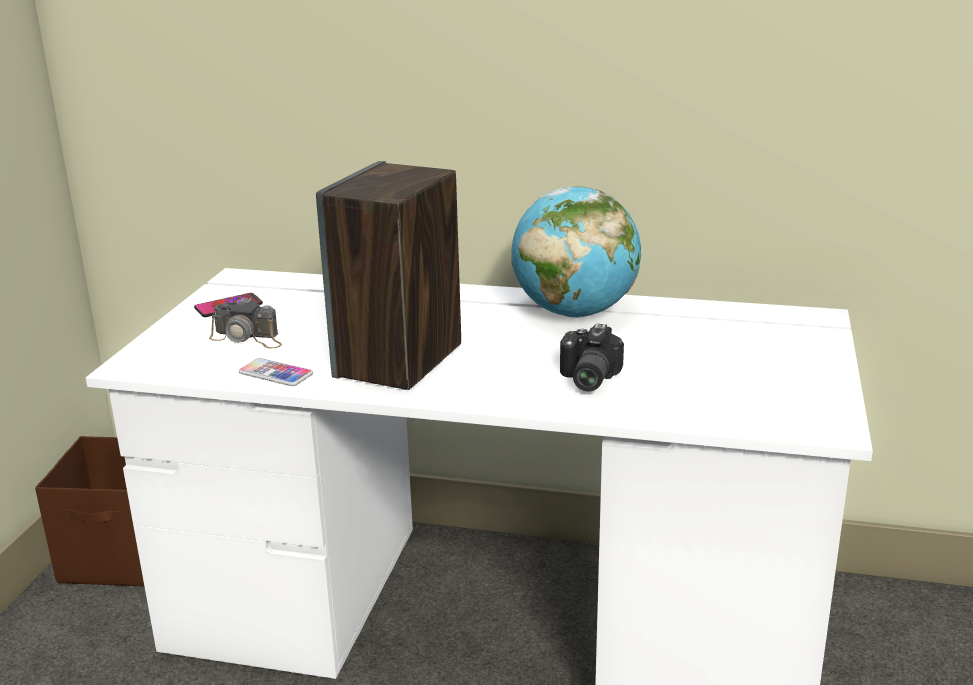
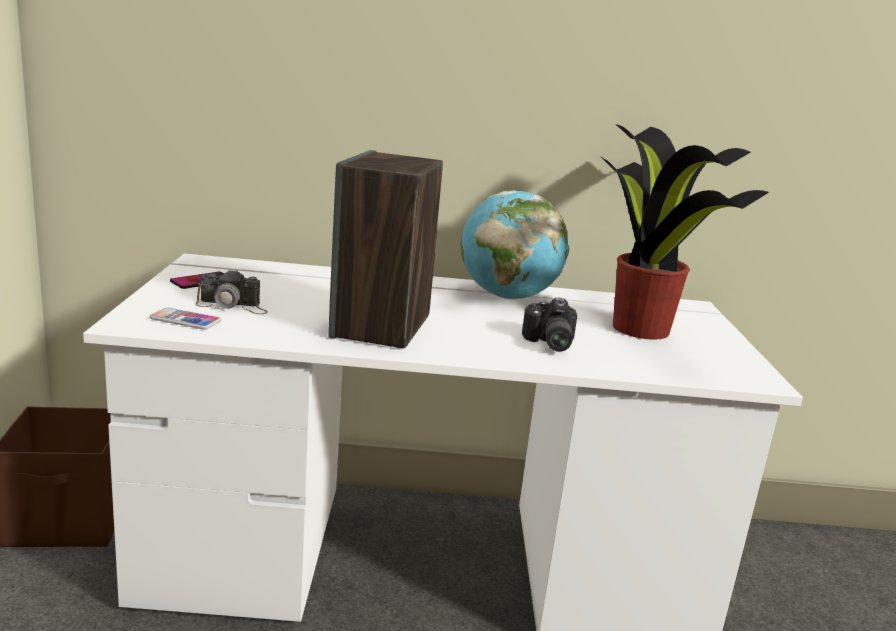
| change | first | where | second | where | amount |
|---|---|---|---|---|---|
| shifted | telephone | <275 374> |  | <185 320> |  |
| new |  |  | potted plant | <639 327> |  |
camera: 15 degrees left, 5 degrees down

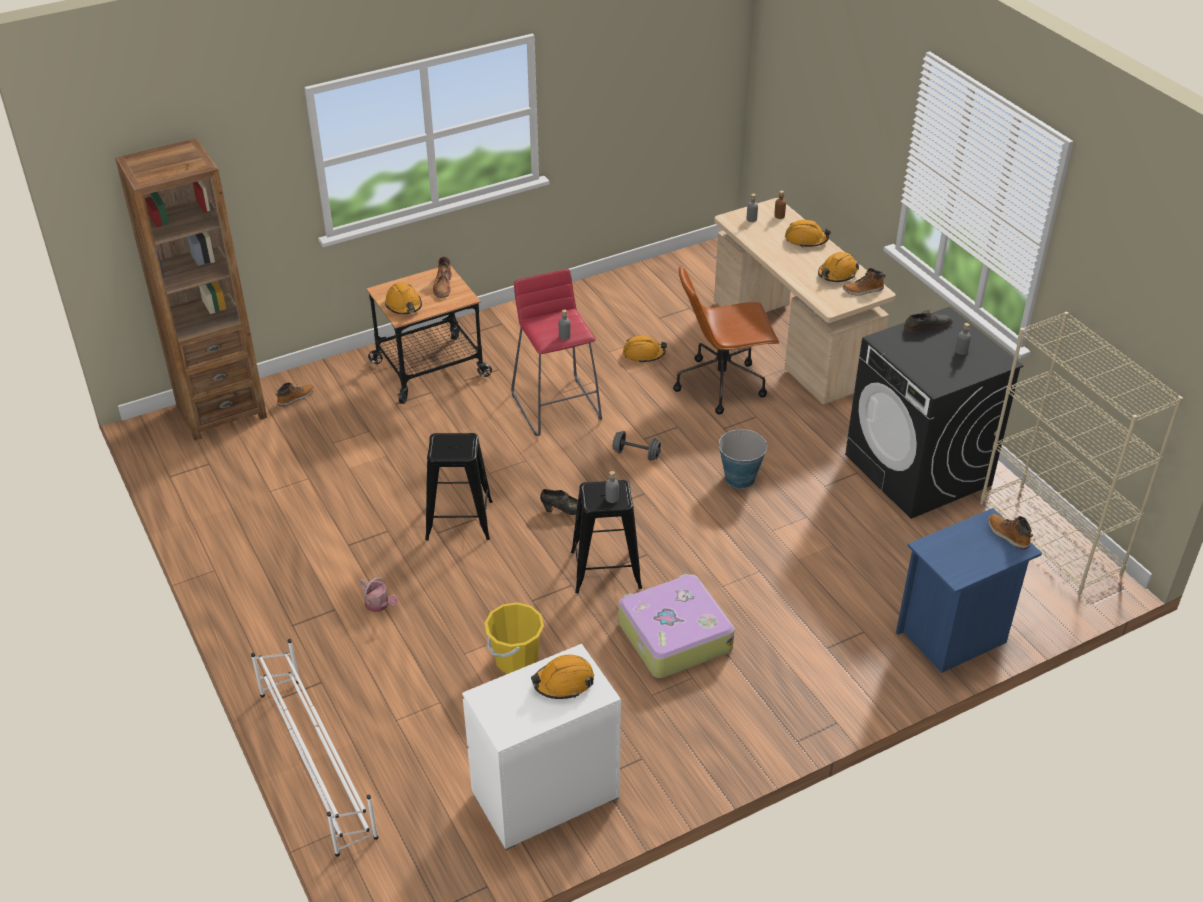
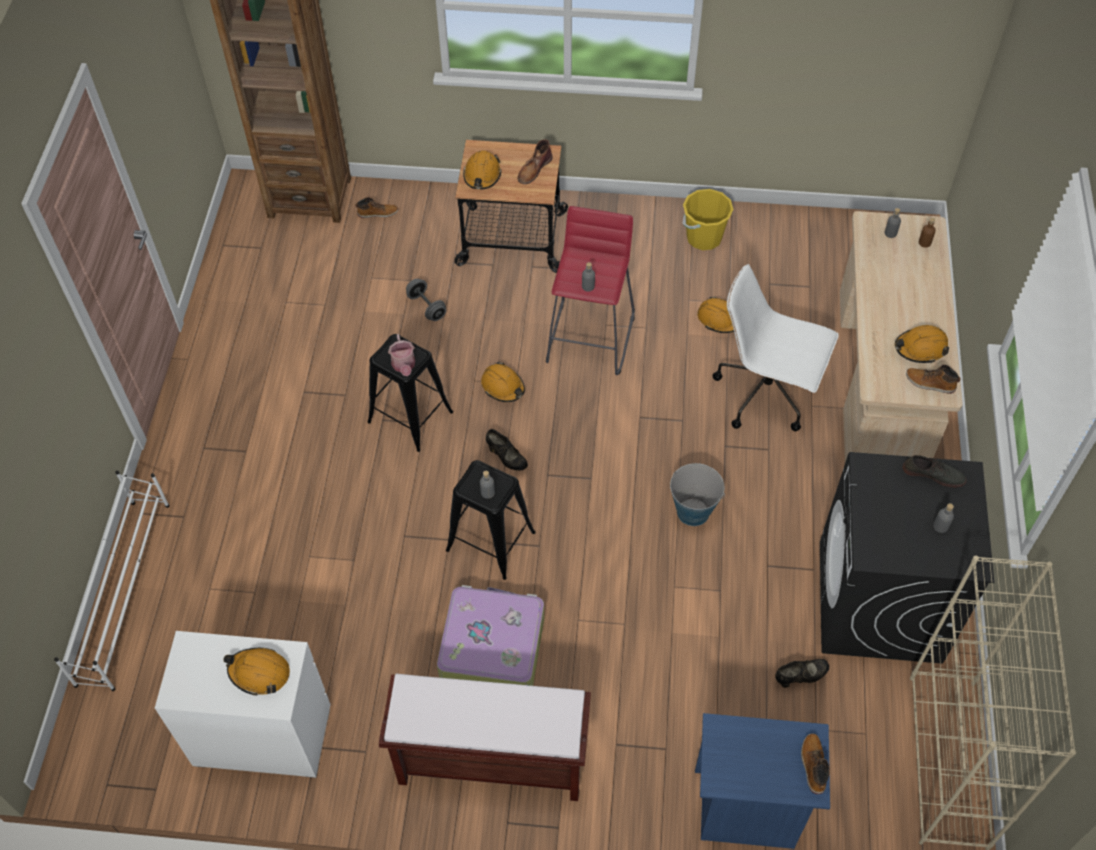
| change | first | where | second | where | amount |
|---|---|---|---|---|---|
| new |  |  | brownish long seat | <489 762> |  |
| shifted | watering can | <379 605> |  | <404 366> |  |
| shifted | greyish dumbbell | <636 454> |  | <426 307> |  |
| shifted | orangey hard hat | <806 240> |  | <503 387> |  |
| shifted | yellow bucket | <516 660> |  | <704 237> |  |
| repainted | brownish desk chair | <722 384> | whitish desk chair | <766 394> |  |
| new |  |  | blackish low shoe | <800 677> |  |
camera: 35 degrees right, 15 degrees up

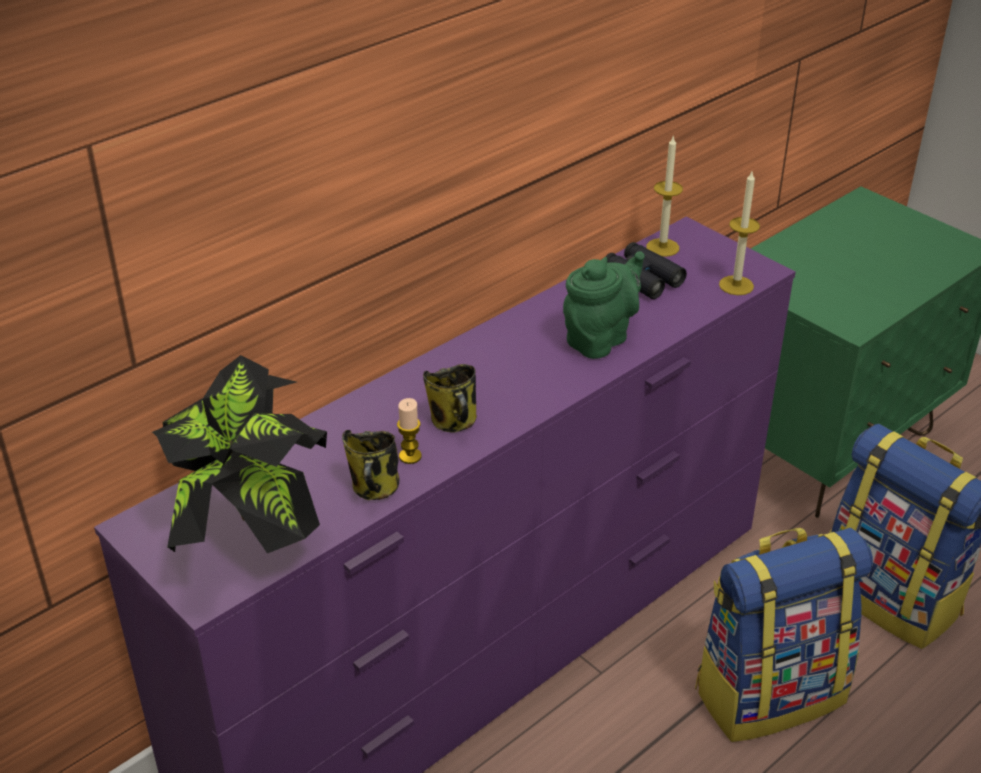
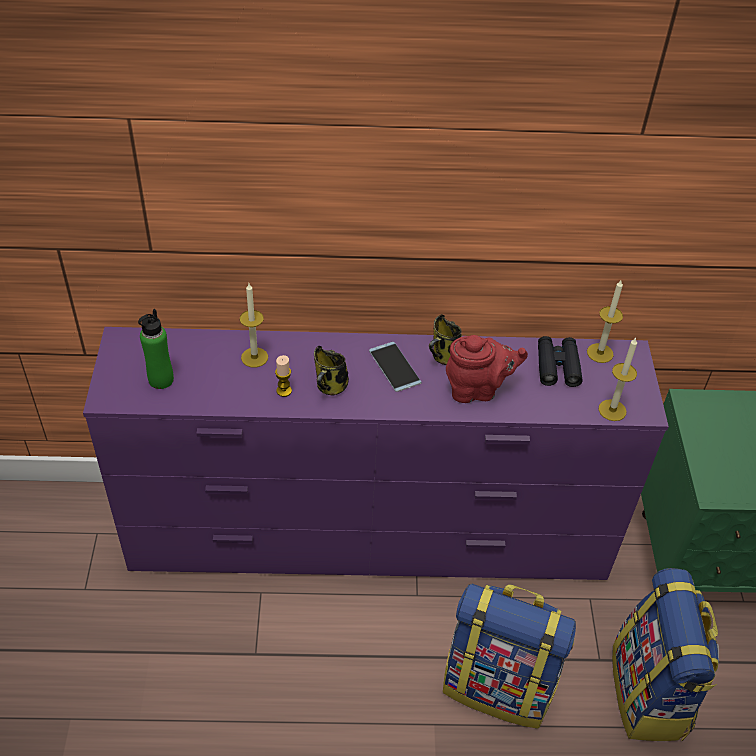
| change | first | where | second | where | amount |
|---|---|---|---|---|---|
| swapped | potted plant | <249 534> | green-coloured drink bottle | <161 380> |  |
| new |  |  | wax light | <254 357> |  |
| new |  |  | telephone | <394 367> |  |
| shifted | coffee mug | <375 489> |  | <444 357> |  |
| repainted | green-coloured teapot | <600 338> | red-coloured teapot | <477 389> |  |
camera: 40 degrees right, 10 degrees up

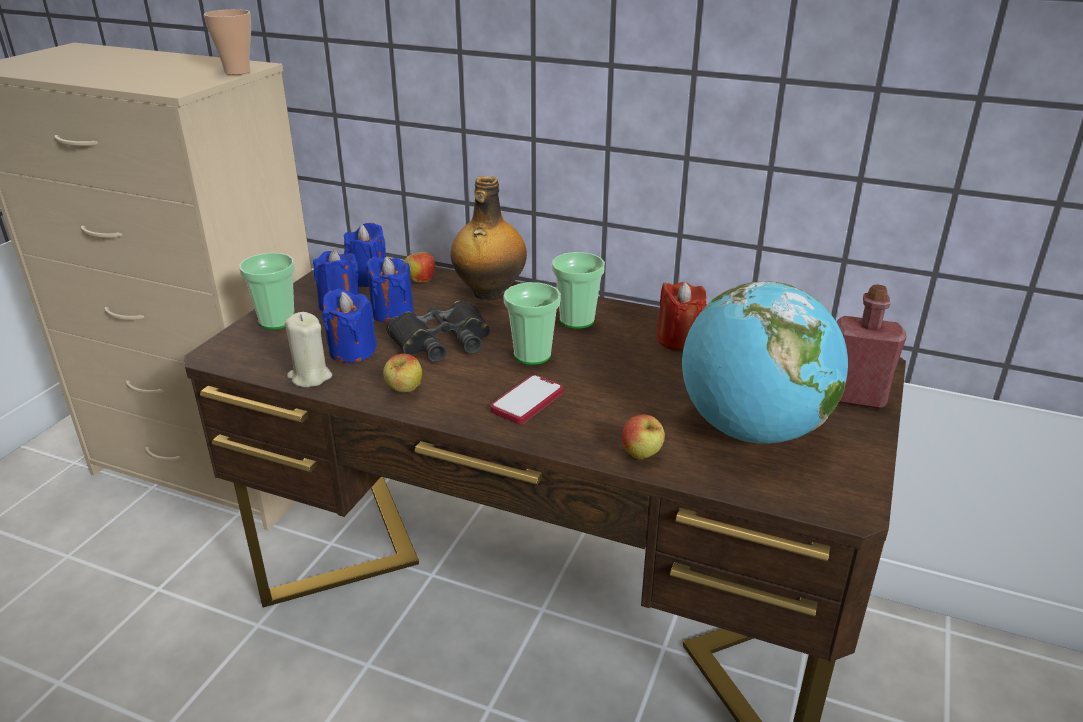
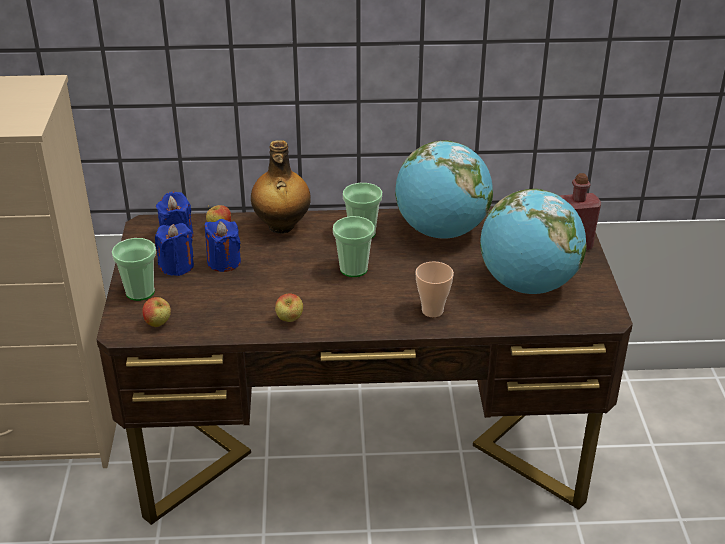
| change | first | where | second | where | amount |
|---|---|---|---|---|---|
| shifted | apple fruit | <641 455> |  | <158 324> |  |
| swapped | red-coloured wax light | <679 340> | desk globe | <441 231> |  |
| shifted | small cup | <237 72> |  | <432 311> |  |
| gone | beige wax light | <310 377> |  |  |  |
| gone | blue-coloured wax light | <352 351> |  |  |  |
| gone | blackish binoculars | <442 341> |  |  |  |
| gone | telephone | <527 401> |  |  |  |
camera: 25 degrees left, 5 degrees up

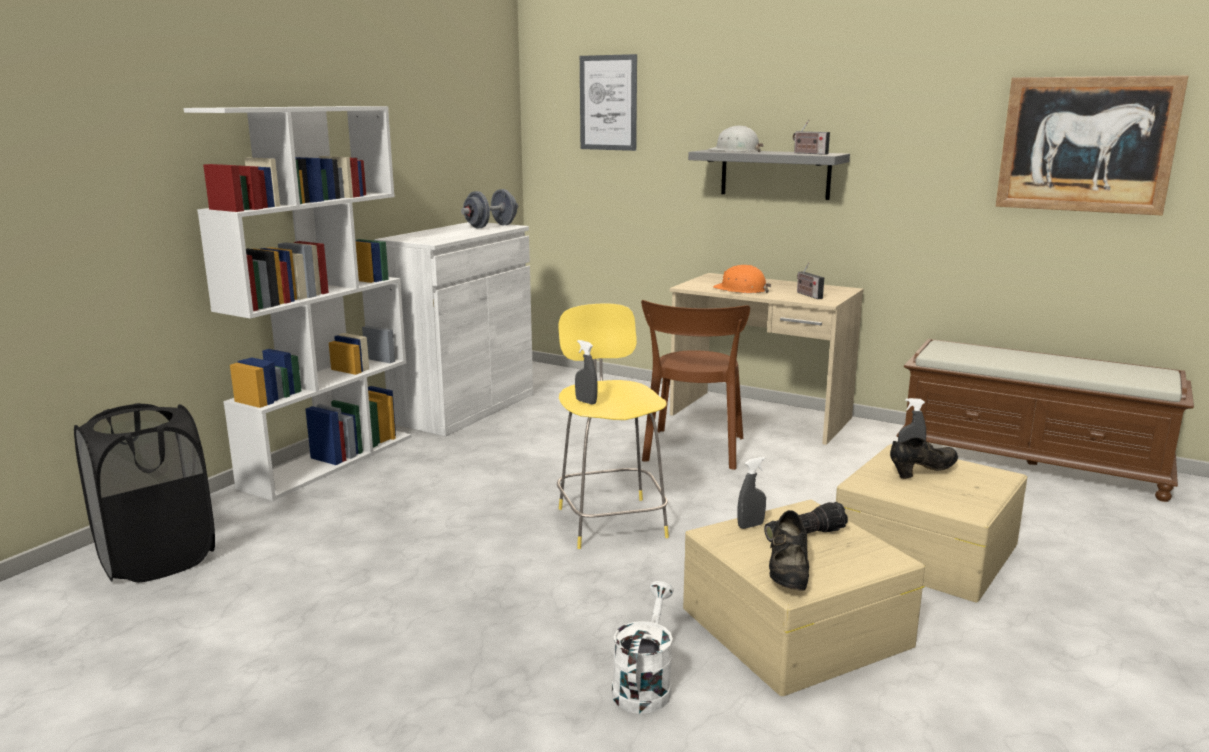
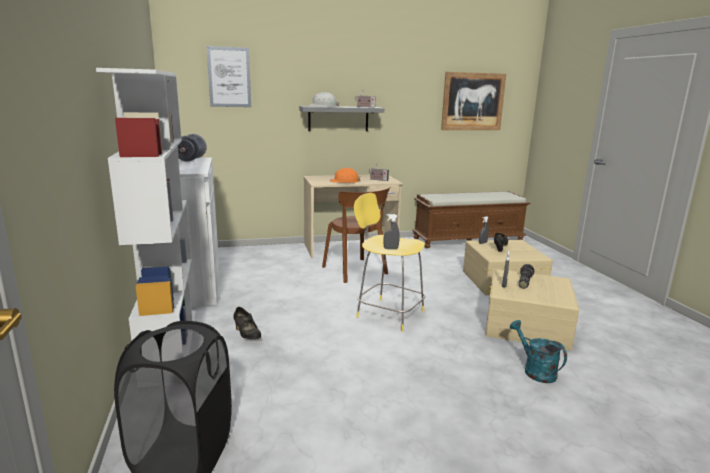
| change | first | where | second | where | amount |
|---|---|---|---|---|---|
| shifted | blackish low shoe | <788 575> |  | <247 335> |  |
| repainted | whitish watering can | <644 685> | turquoise watering can | <535 370> |  |
camera: 45 degrees left, 0 degrees up

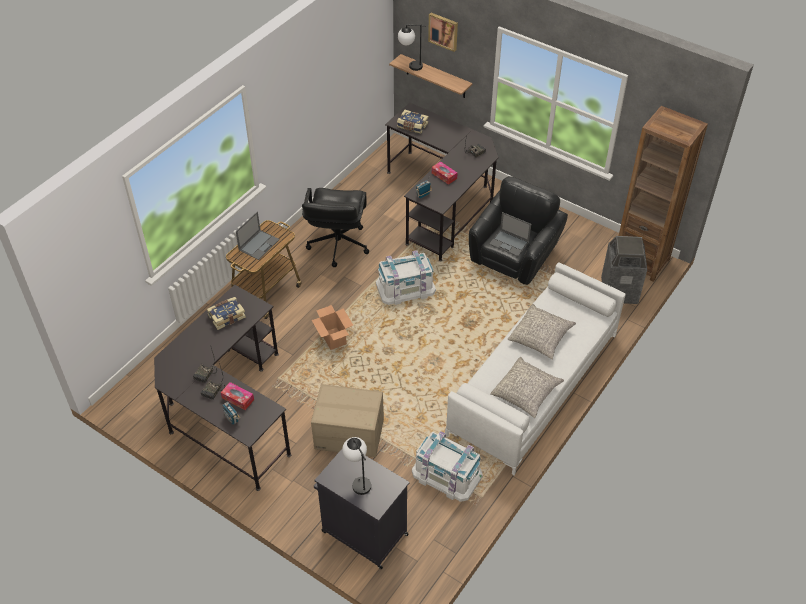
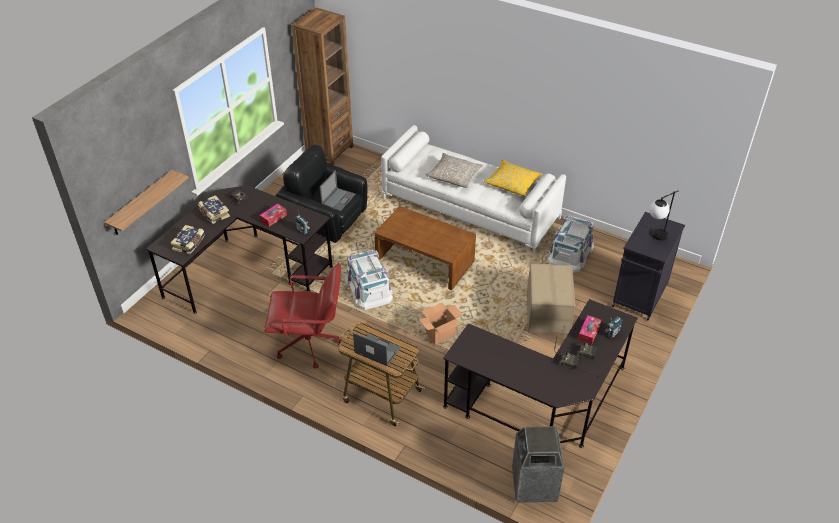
| change | first | where | second | where | amount |
|---|---|---|---|---|---|
| shifted | bound book | <226 316> |  | <214 214> |  |
| repainted | blackish desk chair | <337 245> | red-coloured desk chair | <310 344> |  |
| new |  |  | brownish low table | <425 260> |  |
| repainted | greyish cushion | <526 392> | yellow cushion | <513 183> |  |
| shifted | trash can | <619 290> |  | <533 485> |  |
| gone | table lamp | <410 66> |  |  |  |
| gone | wall art | <443 31> |  |  |  |
camera: 95 degrees left, 5 degrees down

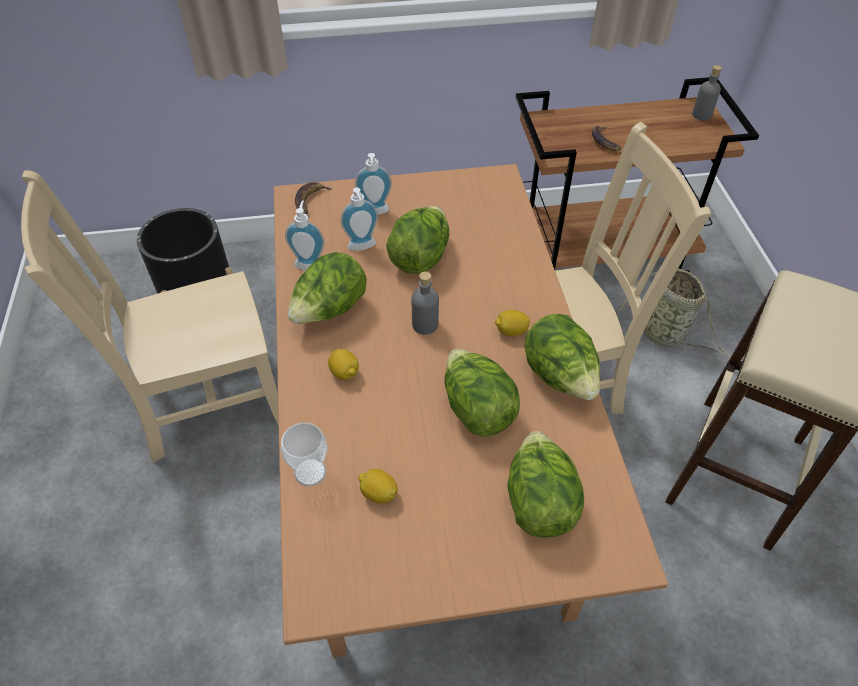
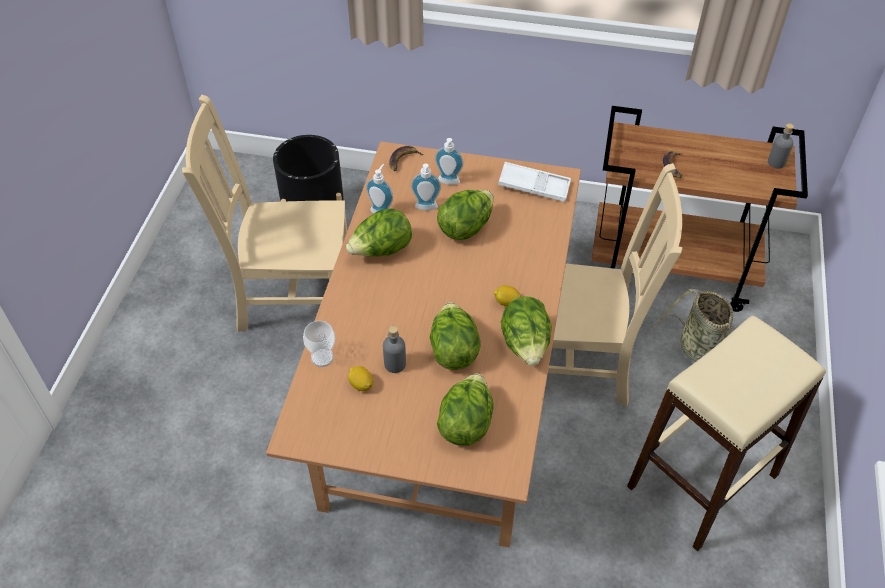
| change | first | where | second | where | amount |
|---|---|---|---|---|---|
| shifted | greyish drink bottle | <425 325> |  | <395 364> |  |
| new |  |  | whitish serving tray | <534 186> |  |
| gone | whole lemon | <344 373> |  |  |  |
camera: 20 degrees right, 0 degrees up

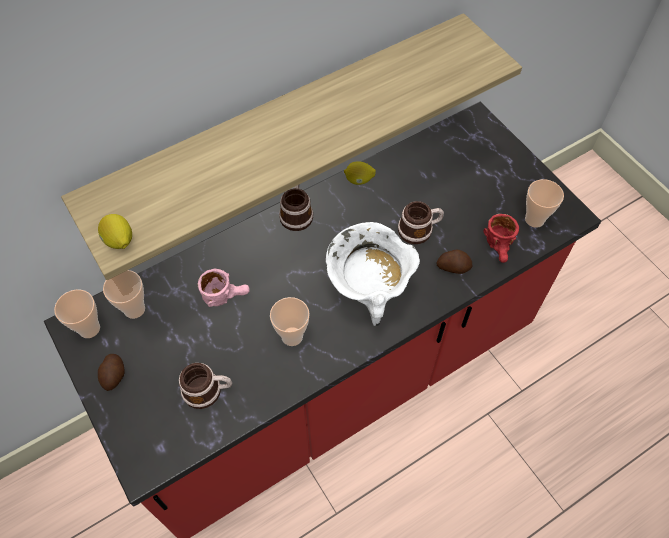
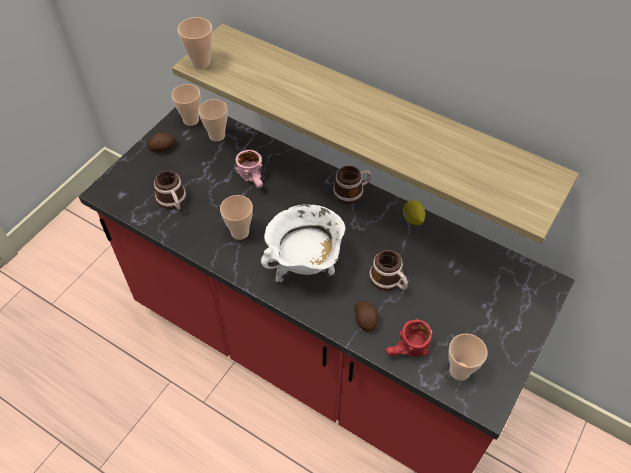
| change | first | where | second | where | amount |
|---|---|---|---|---|---|
| swapped | whole lemon | <119 241> | small cup | <200 63> |  |
camera: 65 degrees right, 5 degrees down

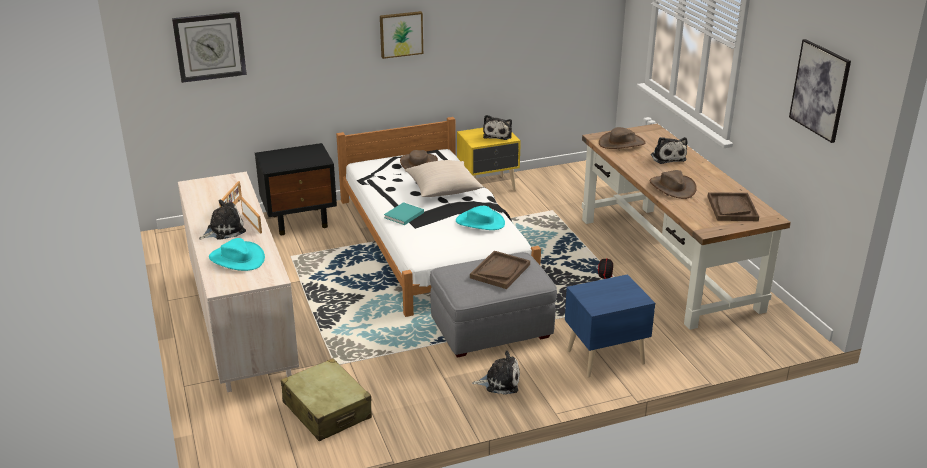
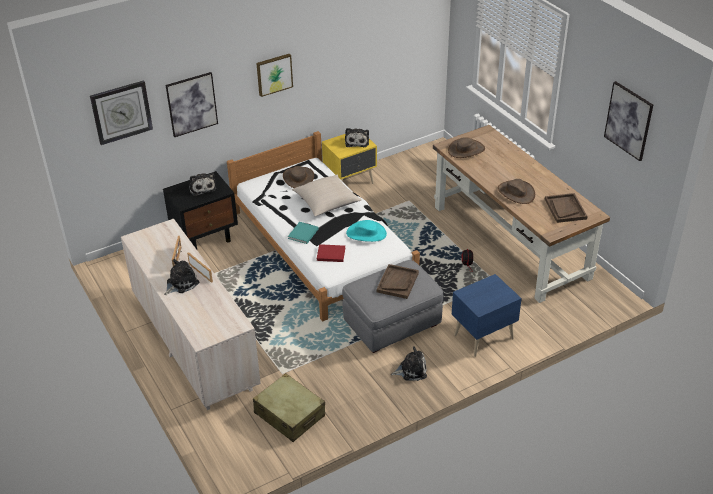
| change | first | where | second | where | amount |
|---|---|---|---|---|---|
| new |  |  | wall art | <191 104> |  |
| shifted | soft toy | <667 157> |  | <202 187> |  |
| new |  |  | red-coloured bound book | <330 254> |  |
| gone | turquoise hat | <237 259> |  |  |  |
camera: 10 degrees left, 10 degrees up

